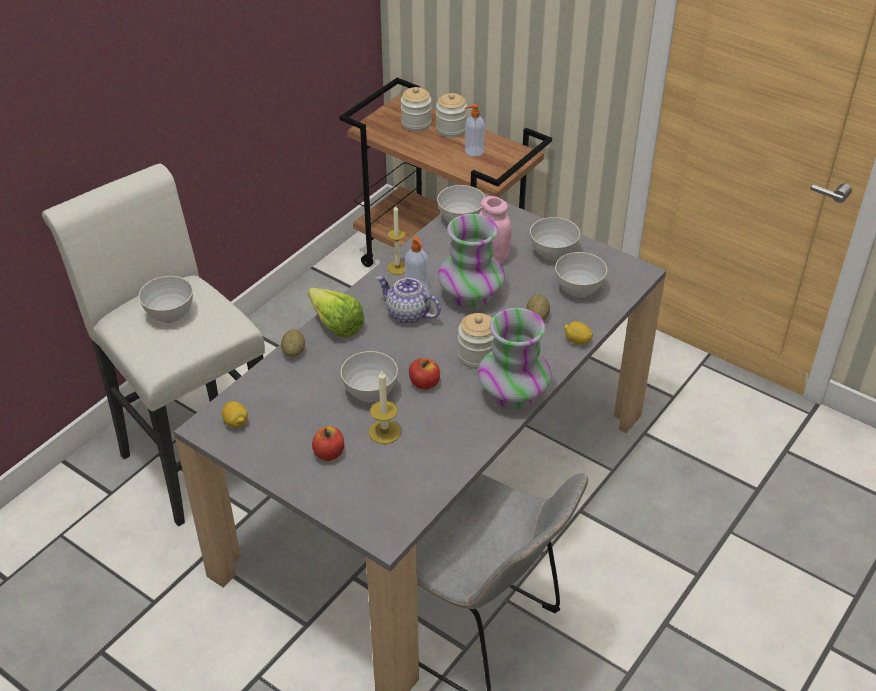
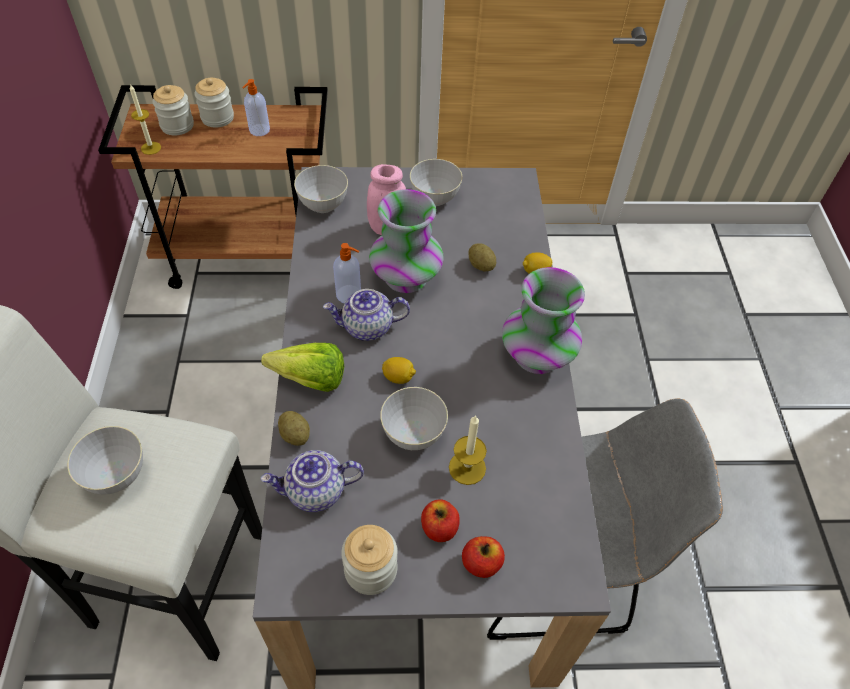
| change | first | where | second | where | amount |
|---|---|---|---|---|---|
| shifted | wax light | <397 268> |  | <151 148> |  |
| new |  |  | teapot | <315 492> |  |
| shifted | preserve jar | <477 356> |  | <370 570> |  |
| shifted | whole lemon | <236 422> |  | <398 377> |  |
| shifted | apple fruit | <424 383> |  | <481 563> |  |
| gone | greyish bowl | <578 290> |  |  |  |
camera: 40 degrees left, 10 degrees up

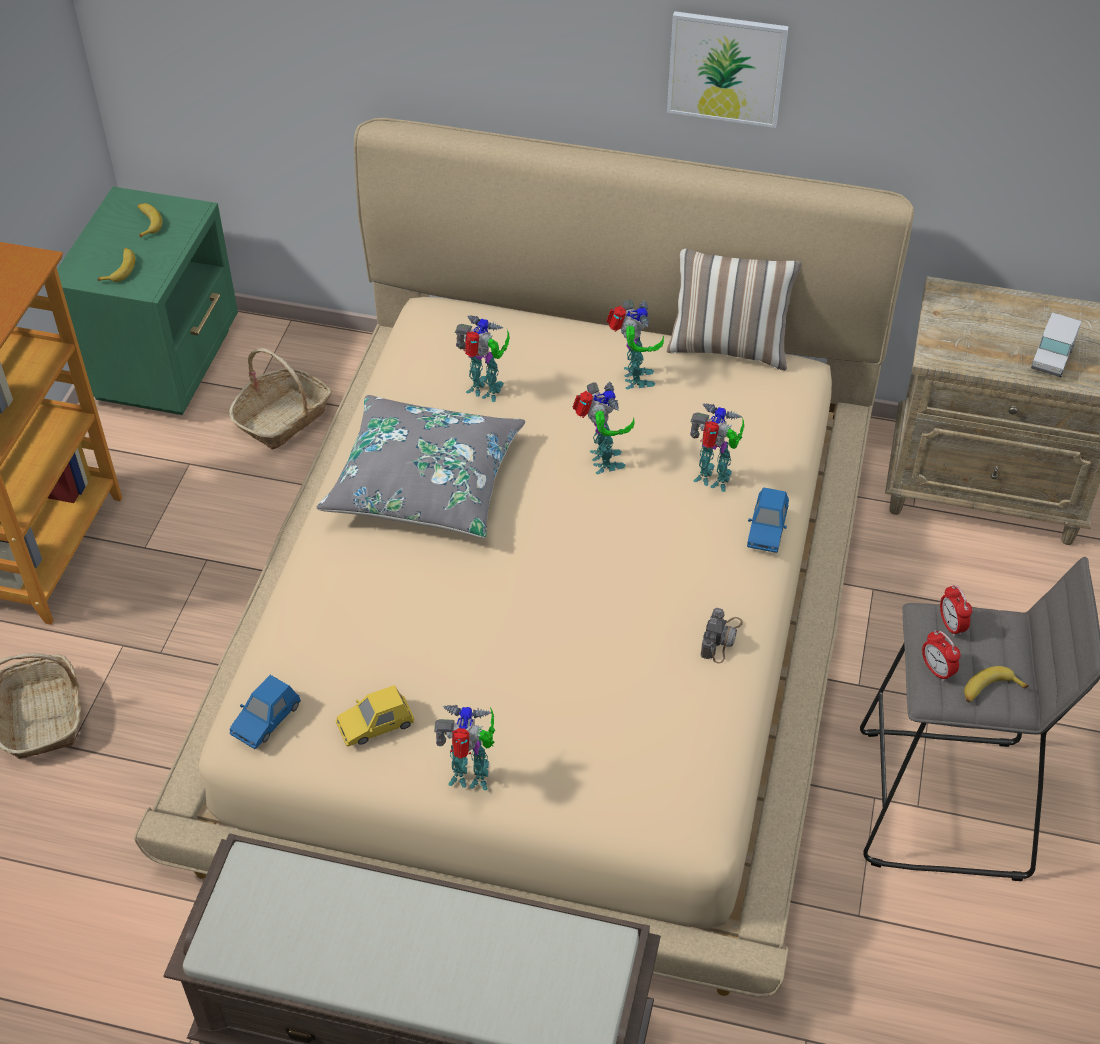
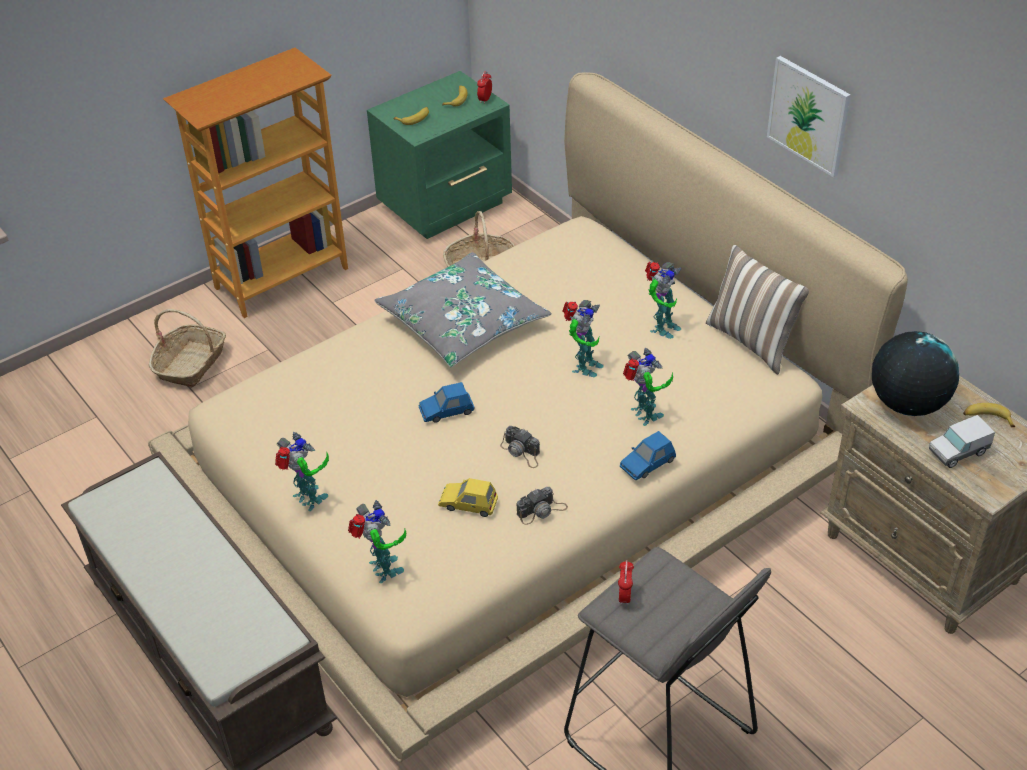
| change | first | where | second | where | amount |
|---|---|---|---|---|---|
| shifted | model robot | <485 392> |  | <383 570> |  |
| shifted | blue-coloured model car | <266 719> |  | <446 411> |  |
| shifted | yellow model car | <375 724> |  | <468 503> |  |
| shifted | table clock | <951 625> |  | <485 99> |  |
| new |  |  | still camera | <521 452> |  |
| new |  |  | desk globe | <907 403> |  |
| shifted | banana fruit | <989 690> |  | <987 418> |  |
camera: 40 degrees right, 5 degrees down

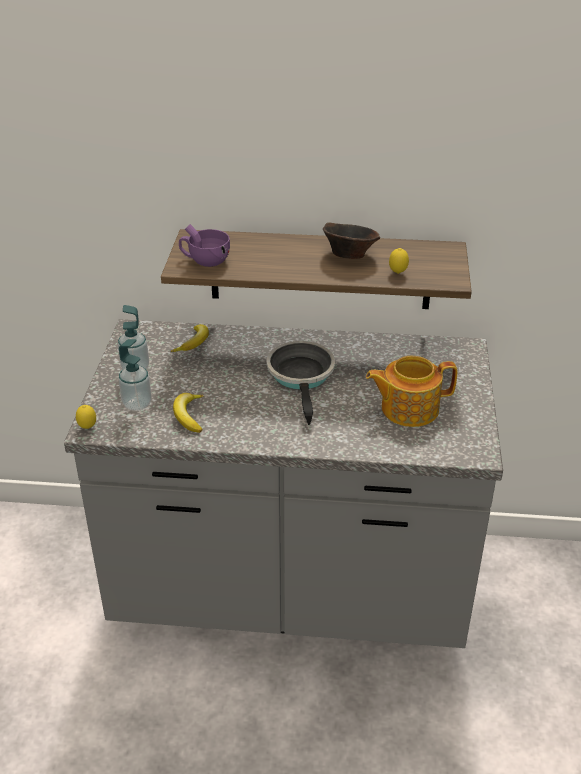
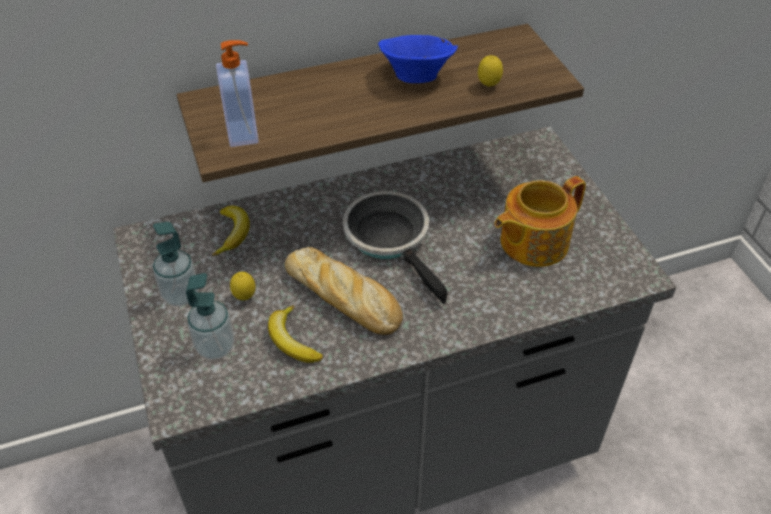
| change | first | where | second | where | amount |
|---|---|---|---|---|---|
| swapped | purple-coloured small cup | <205 260> | soap bottle | <244 133> |  |
| shifted | whole lemon | <87 428> |  | <245 297> |  |
| new |  |  | bread | <344 298> |  |
| repainted | brownish bowl | <349 255> | blue-coloured bowl | <415 76> |  |
camera: 25 degrees left, 10 degrees up

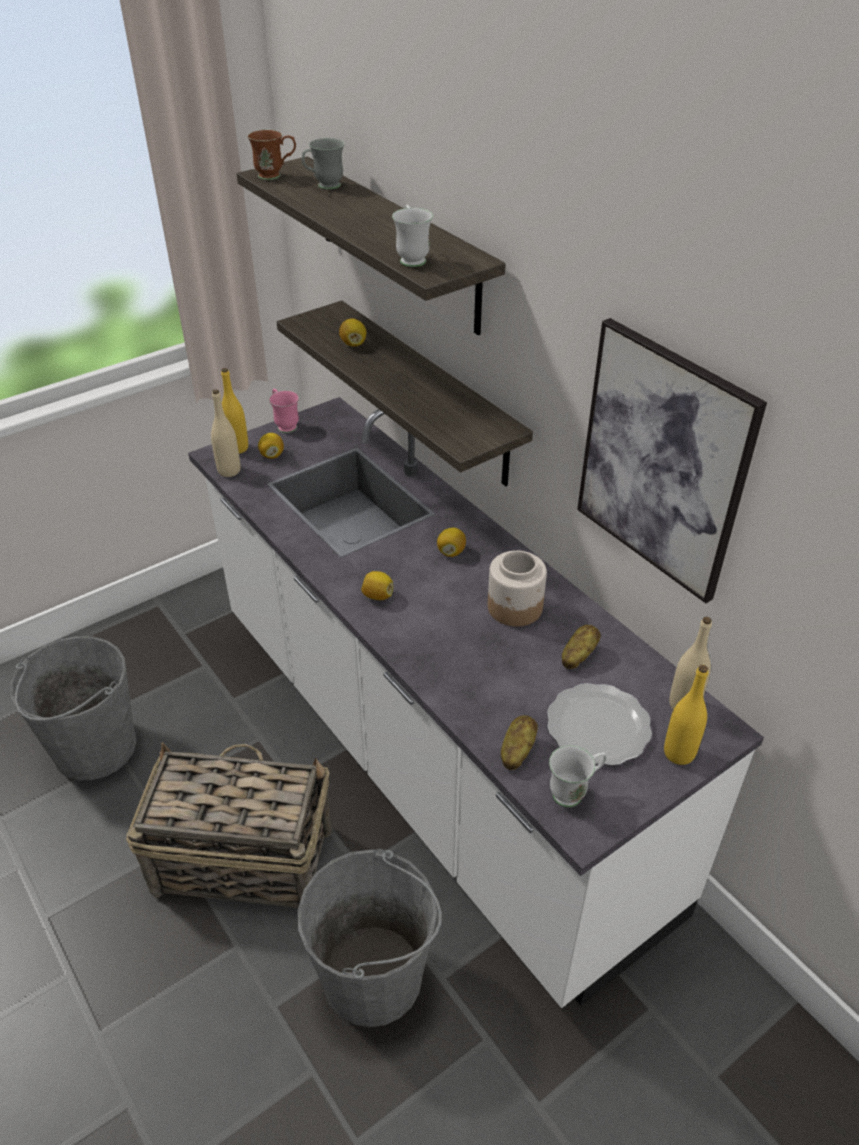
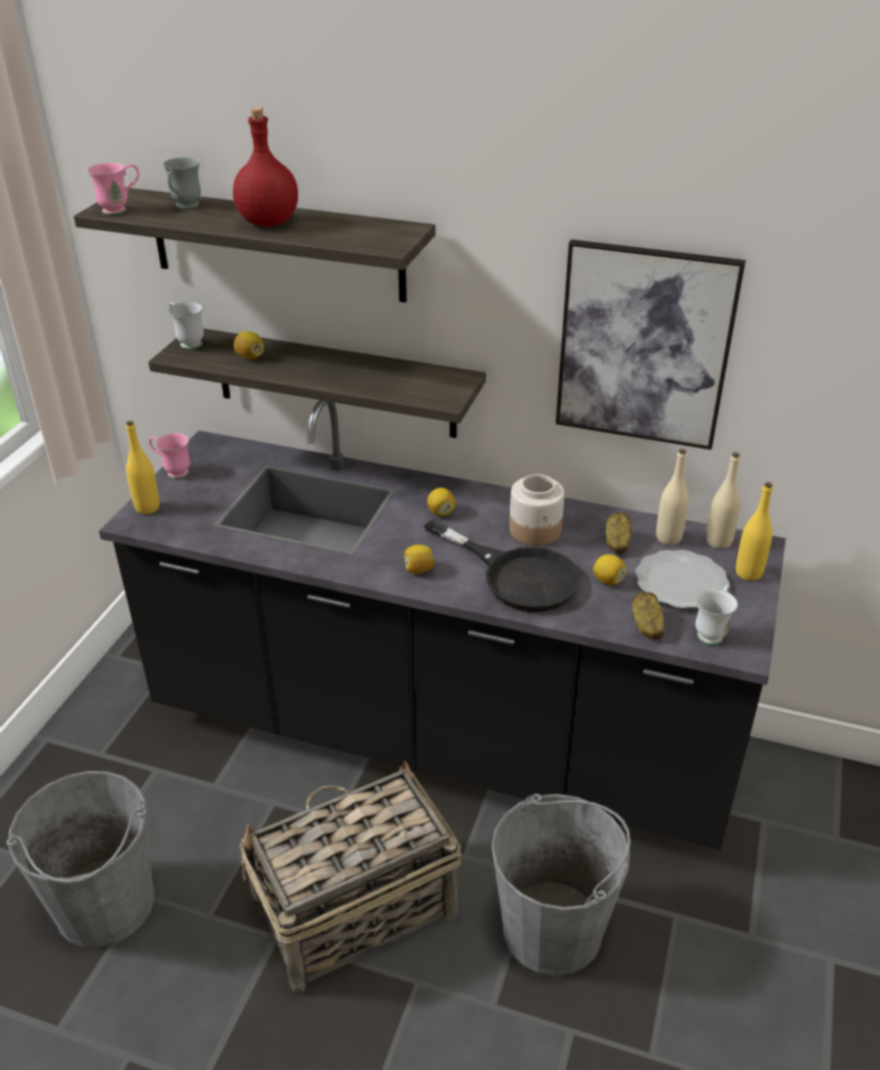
| change | first | where | second | where | amount |
|---|---|---|---|---|---|
| repainted | brownish coffee mug | <275 176> | pink coffee mug | <120 209> |  |
| repainted | whitish kitchen base unit | <429 756> | blackish kitchen base unit | <440 736> |  |
| shifted | whitish coffee mug | <411 258> |  | <187 342> |  |
| new |  |  | red-coloured drink bottle | <267 223> |  |
| new |  |  | blackish skillet | <517 575> |  |
| shifted | whole lemon | <272 455> |  | <608 580> |  |
| shifted | beige drink bottle | <229 471> |  | <668 538> |  |
camera: 35 degrees left, 5 degrees down

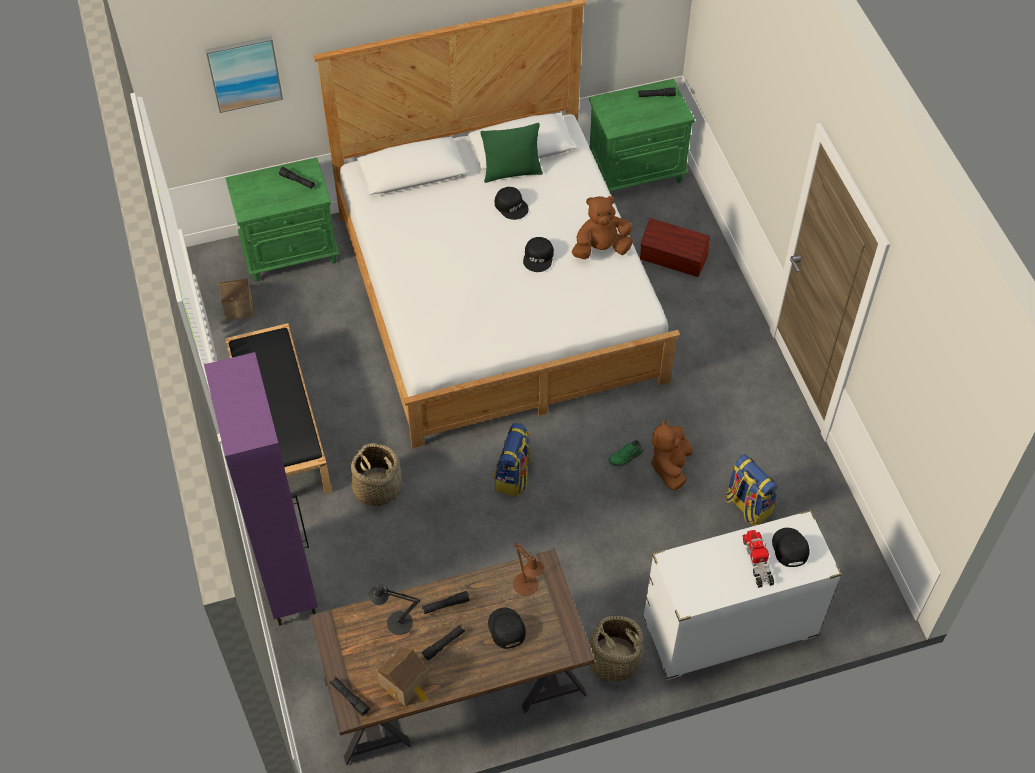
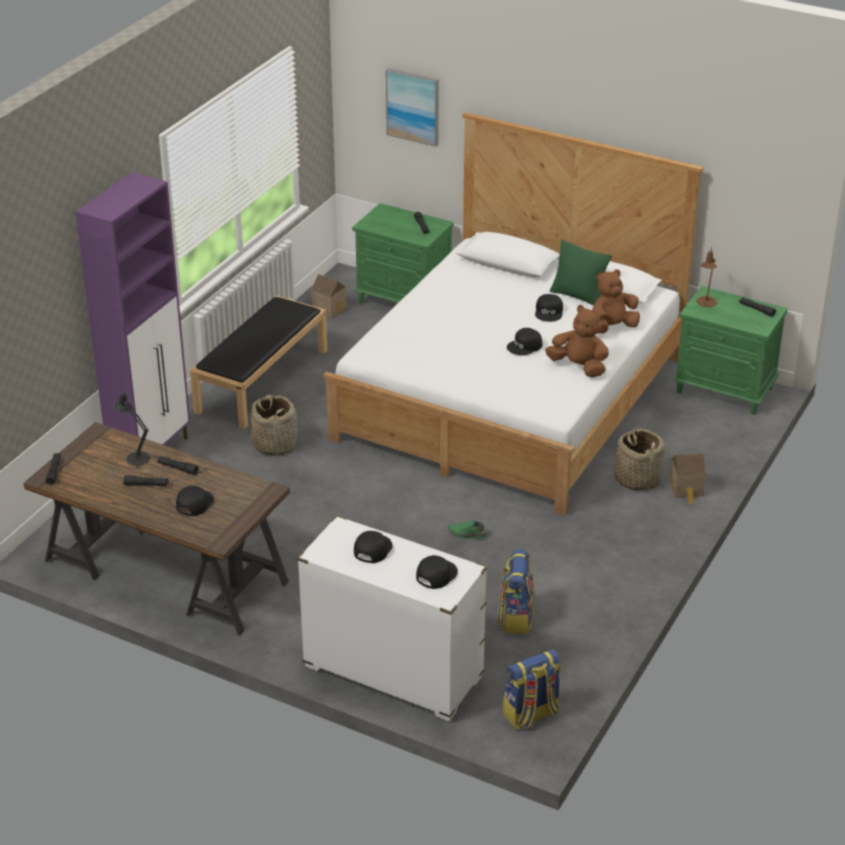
| change | first | where | second | where | amount |
|---|---|---|---|---|---|
| new |  |  | blackish peaked cap | <372 549> |  |
| shifted | rucksack | <513 477> |  | <531 715> |  |
| shifted | brownish soft toy | <670 466> |  | <612 328> |  |
| shifted | household basket | <613 659> |  | <637 479> |  |
| shifted | miniature house | <406 684> |  | <686 489> |  |
| shifted | brownish table lamp | <527 587> |  | <706 303> |  |
| gone | brownish storage container | <673 259> |  |  |  |
| gone | toy lorry | <757 561> |  |  |  |
camera: 45 degrees right, 20 degrees down

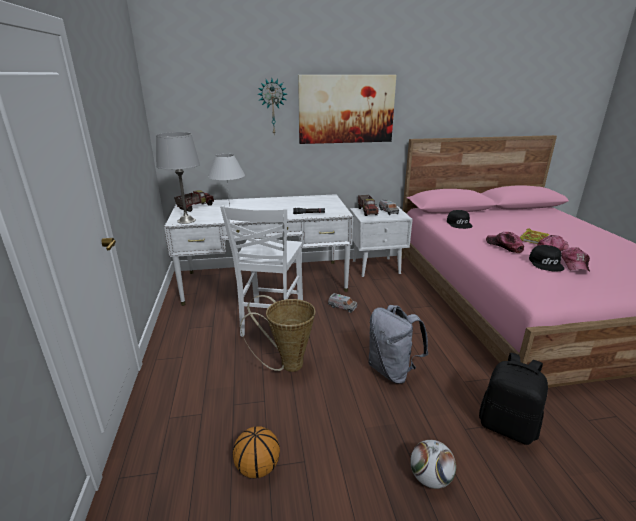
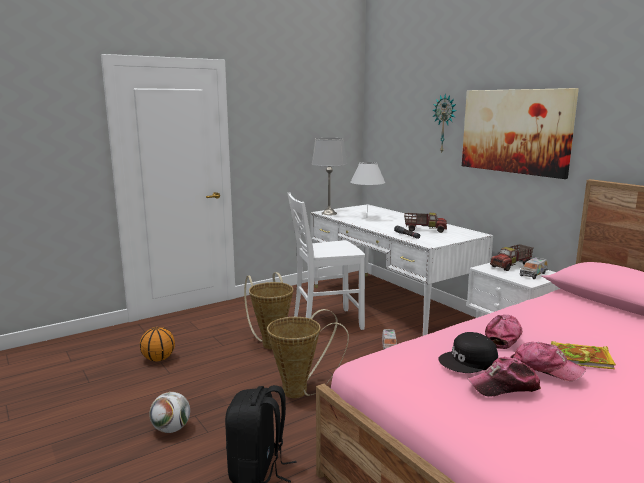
| change | first | where | second | where | amount |
|---|---|---|---|---|---|
| swapped | greyish rucksack | <392 371> | household basket | <301 391> |  |
| shifted | toy lorry | <195 207> |  | <424 230> |  |
| gone | blackish peaked cap | <459 223> |  |  |  |
camera: 65 degrees right, 10 degrees down

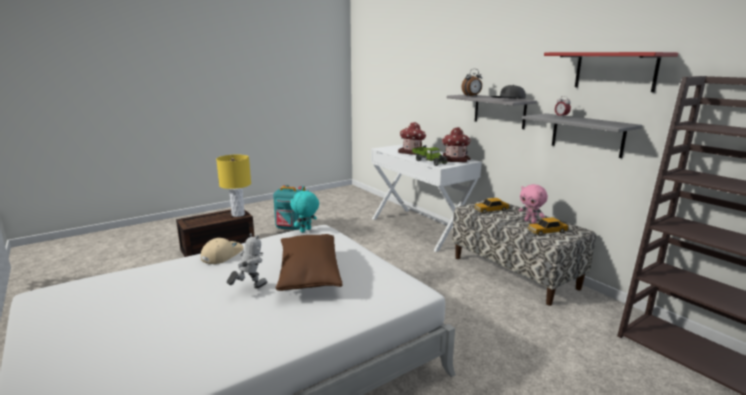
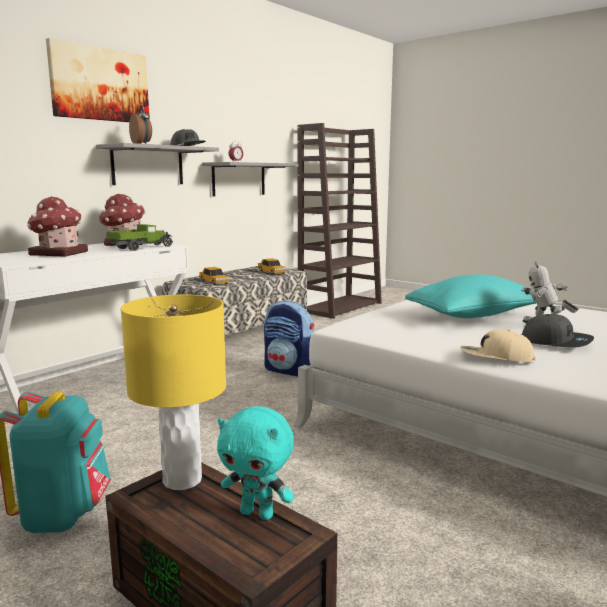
| change | first | where | second | where | amount |
|---|---|---|---|---|---|
| new |  |  | wall art | <100 84> |  |
| shifted | turquoise soft toy | <306 230> |  | <258 513> |  |
| new |  |  | rucksack | <289 370> |  |
| repainted | brownish cushion | <309 274> | turquoise cushion | <474 316> |  |
| new |  |  | greyish peaked cap | <556 341> |  |
| gone | pink soft toy | <530 221> |  |  |  |
| gone | red-coloured wall shelf | <615 71> |  |  |  |
camera: 105 degrees left, 5 degrees down

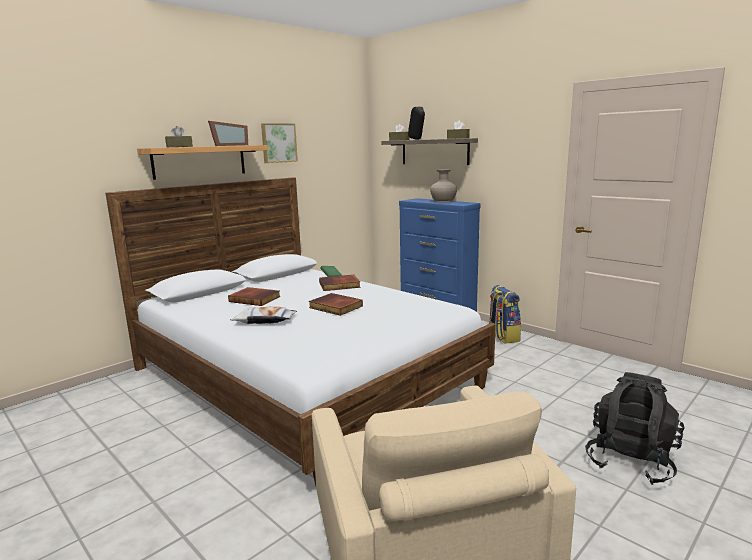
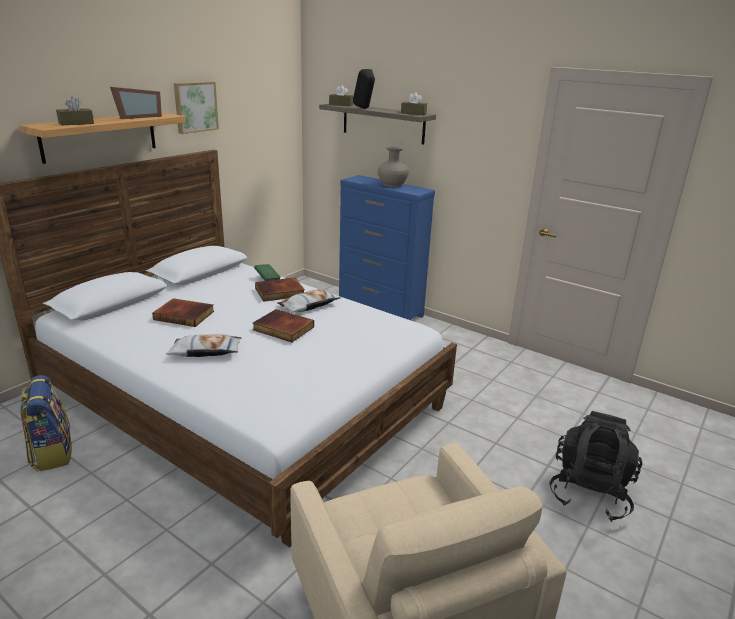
| change | first | where | second | where | amount |
|---|---|---|---|---|---|
| shifted | rucksack | <502 337> |  | <51 453> |  |
| new |  |  | cushion | <308 305> |  |
camera: 10 degrees left, 10 degrees up

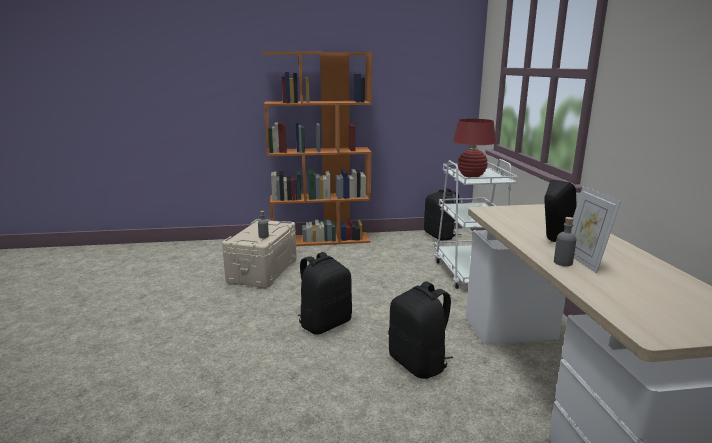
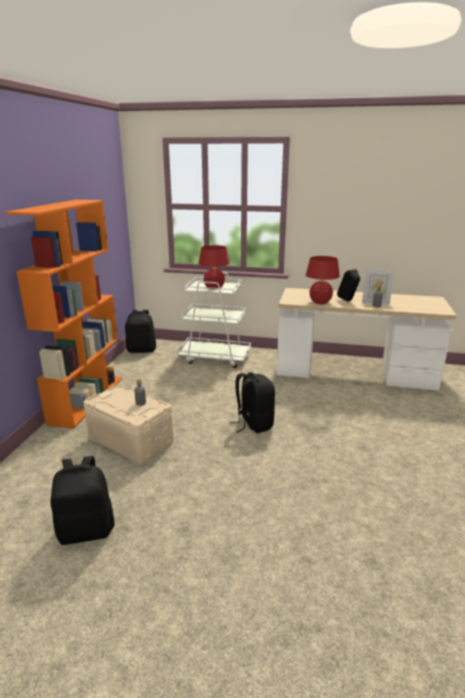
| change | first | where | second | where | amount |
|---|---|---|---|---|---|
| shifted | blackish rucksack | <419 363> |  | <86 530> |  |
| new |  |  | red-coloured table lamp | <320 302> |  |
camera: 70 degrees left, 5 degrees up

